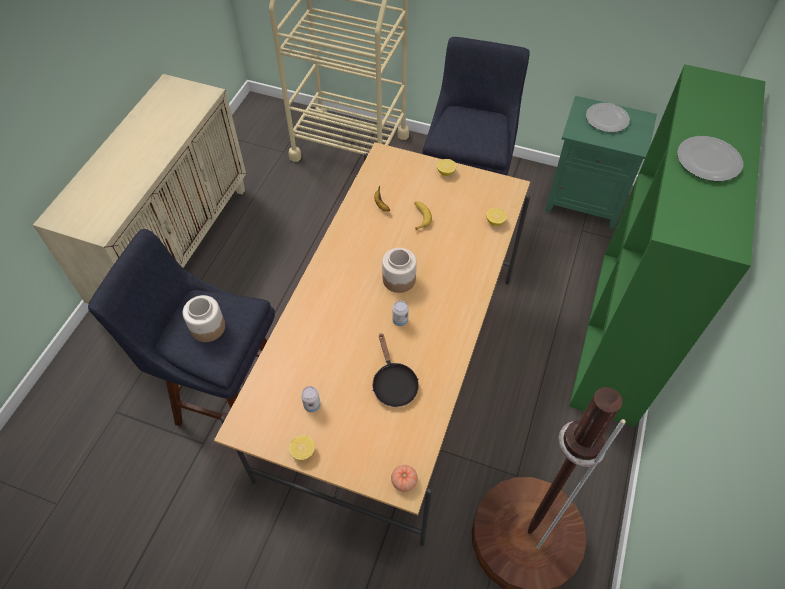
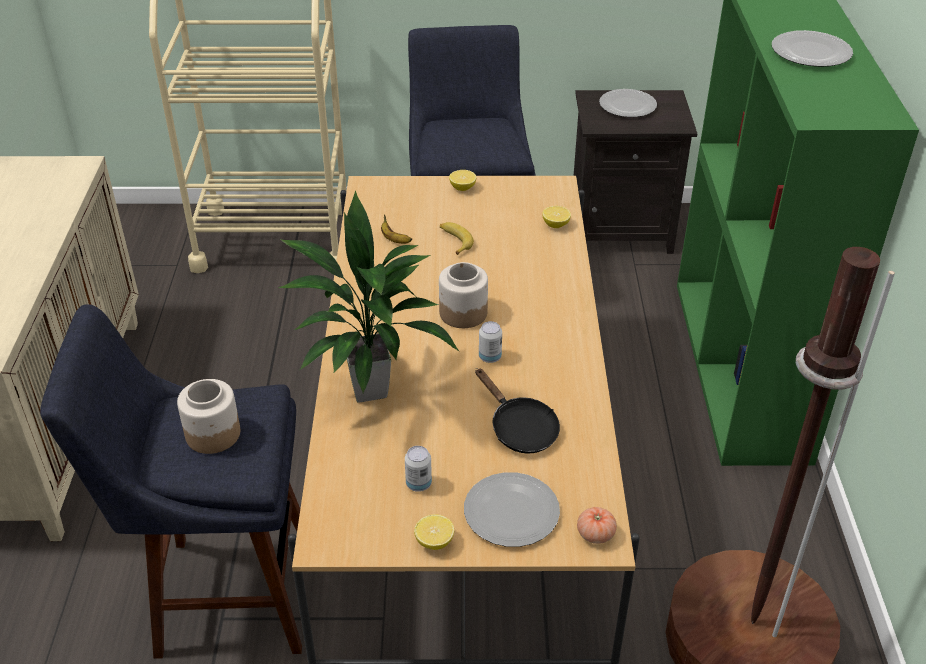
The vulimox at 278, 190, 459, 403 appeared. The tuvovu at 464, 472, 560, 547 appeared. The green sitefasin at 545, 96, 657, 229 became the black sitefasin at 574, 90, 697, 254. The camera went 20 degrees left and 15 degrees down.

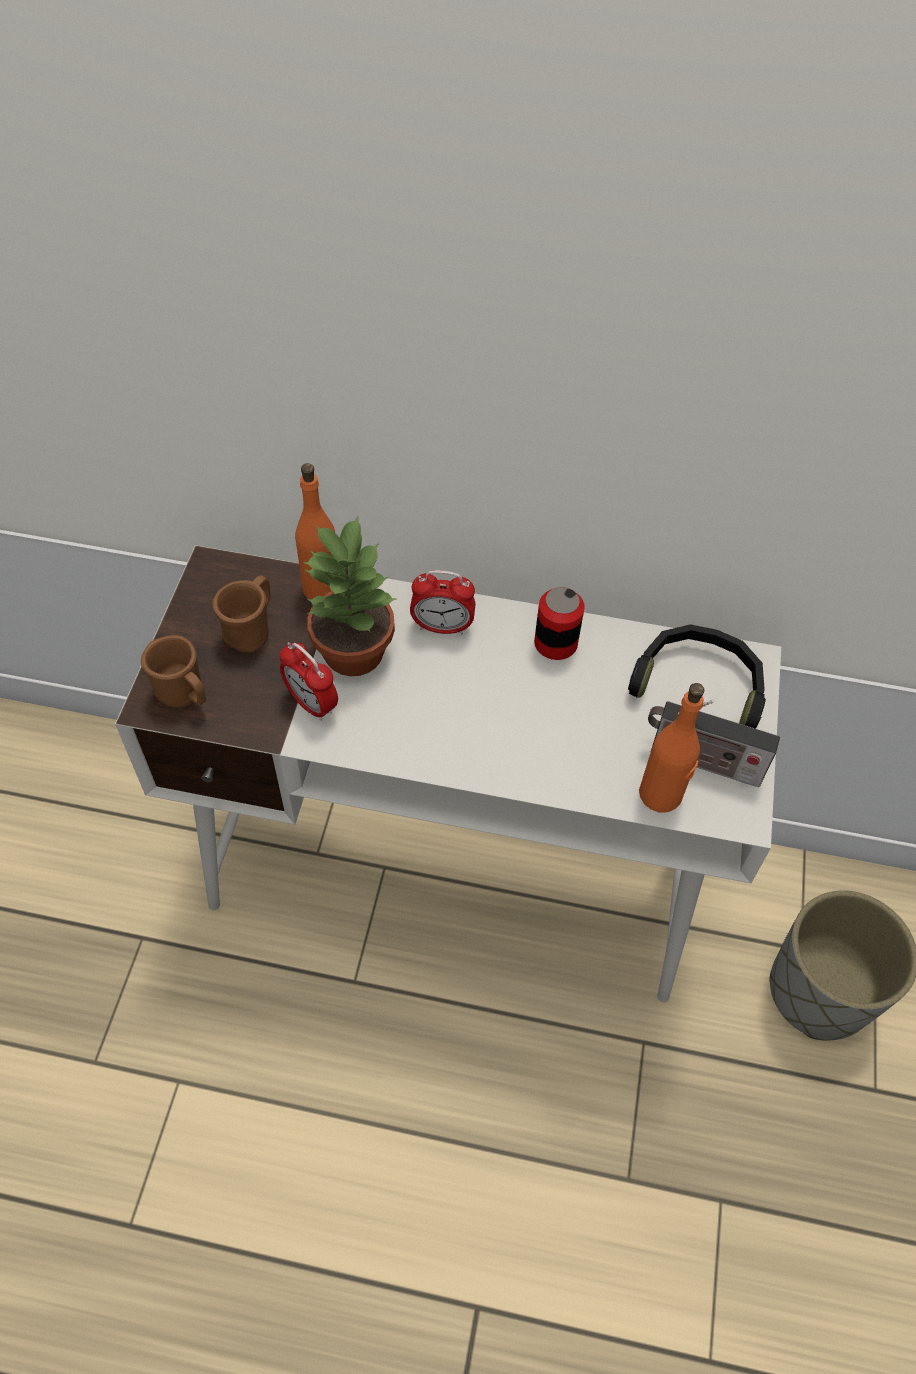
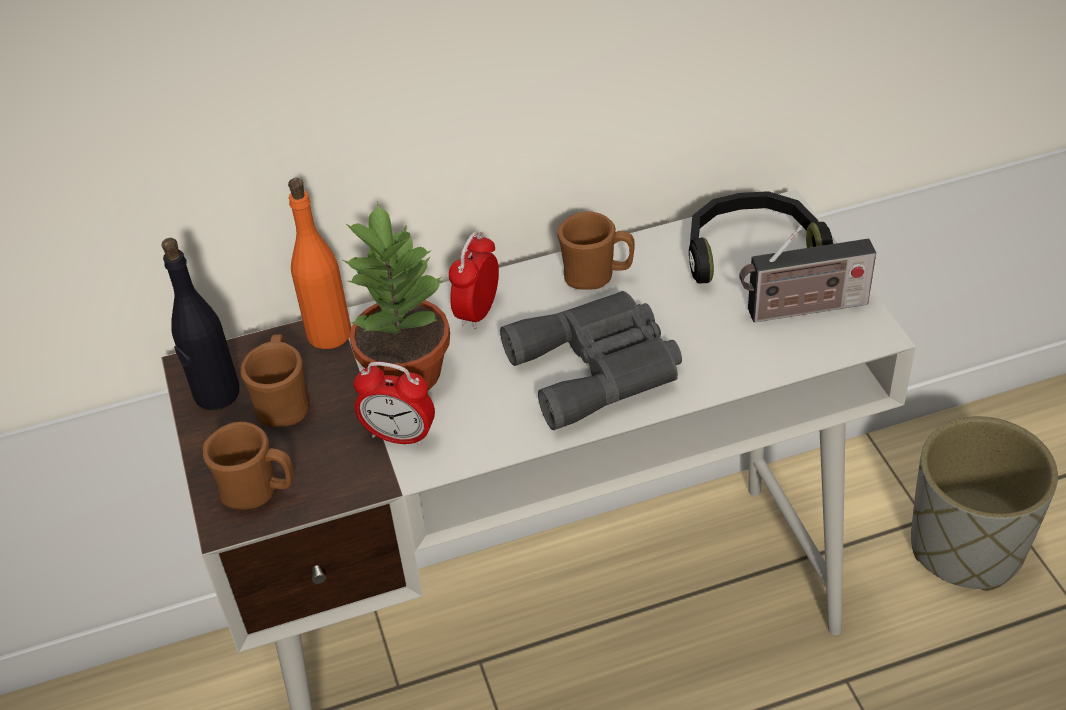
The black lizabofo at 161, 238, 240, 410 appeared. The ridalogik at 410, 570, 475, 634 turned 135 degrees clockwise. The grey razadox at 500, 291, 682, 430 appeared. The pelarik at 534, 587, 585, 660 was replaced by the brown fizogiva at 557, 211, 635, 290. The orange lizabofo at 639, 683, 705, 813 disappeared. The camera went 25 degrees left and 10 degrees down.

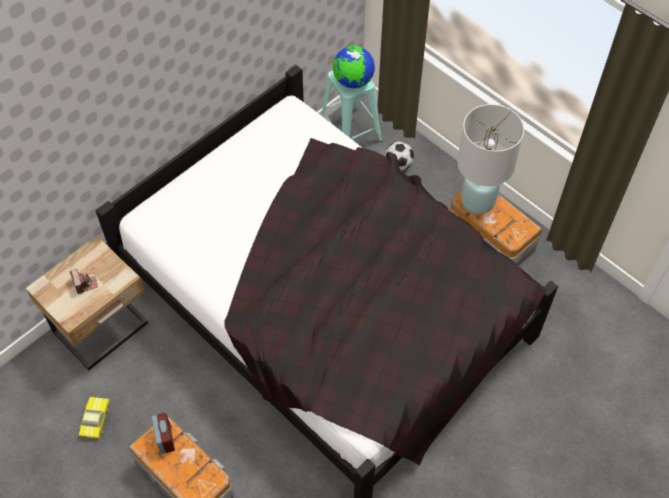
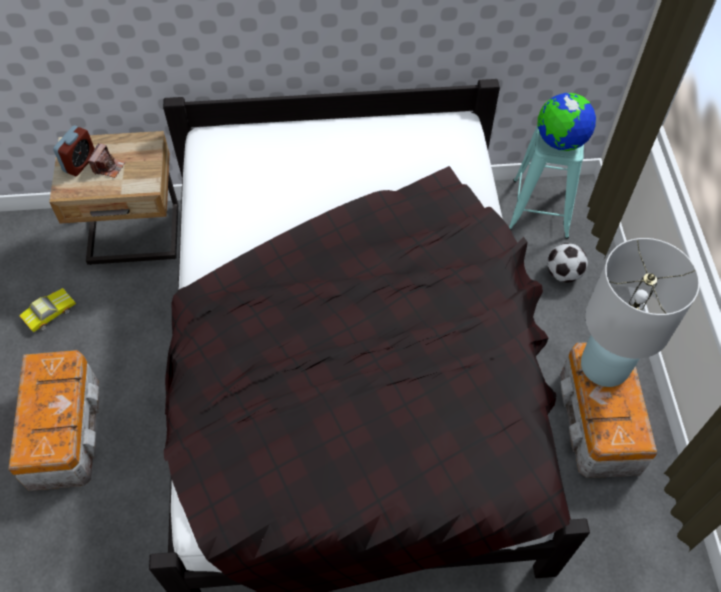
The ridalogik moved from 152, 413, 175, 454 to 53, 125, 95, 176. The camera went 40 degrees right and 0 degrees up.

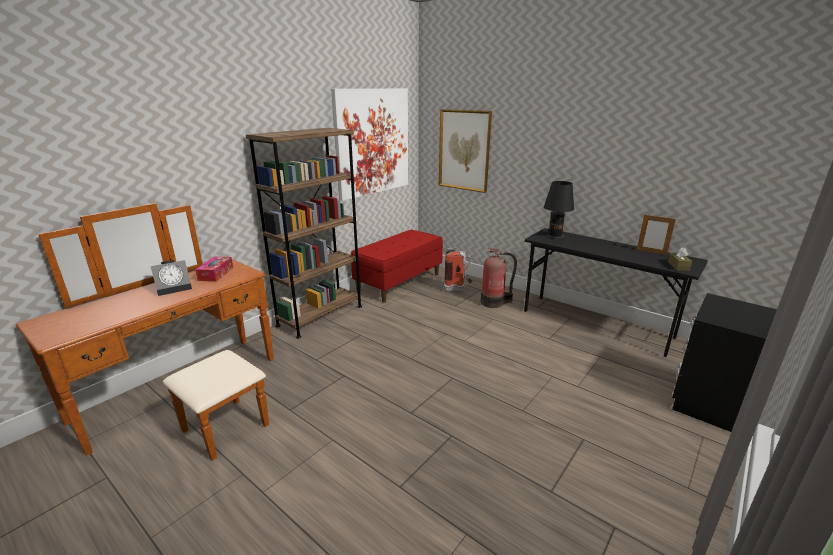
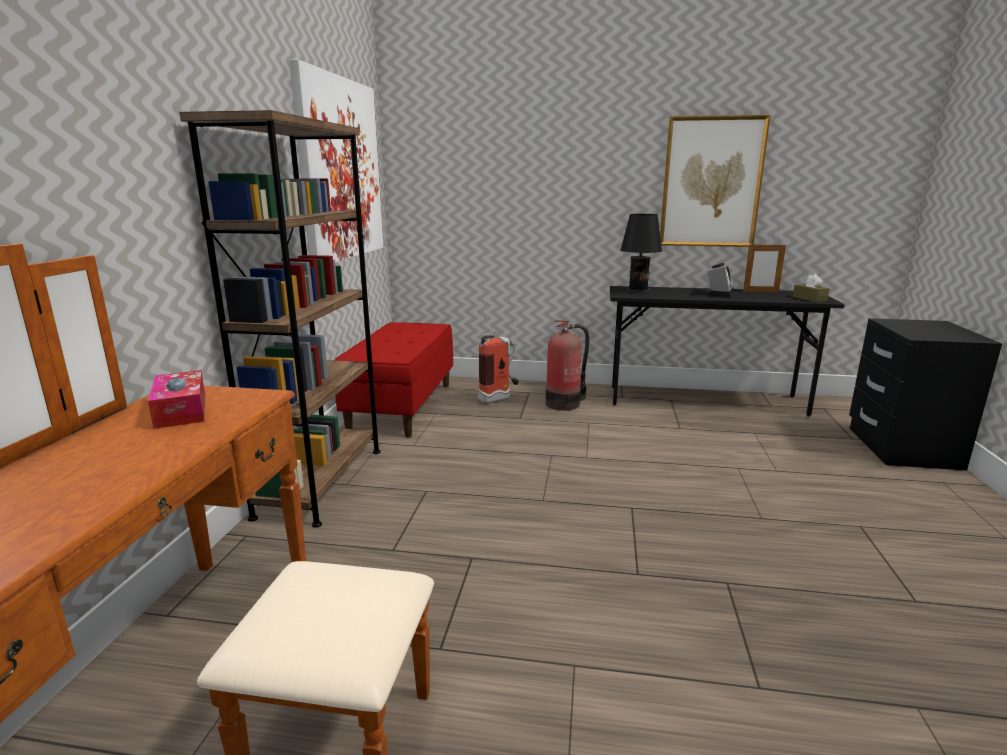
The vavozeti moved from 439, 109, 492, 193 to 660, 115, 771, 247. The ridalogik moved from 151, 260, 192, 296 to 707, 263, 734, 298. The camera went 30 degrees left and 5 degrees down.

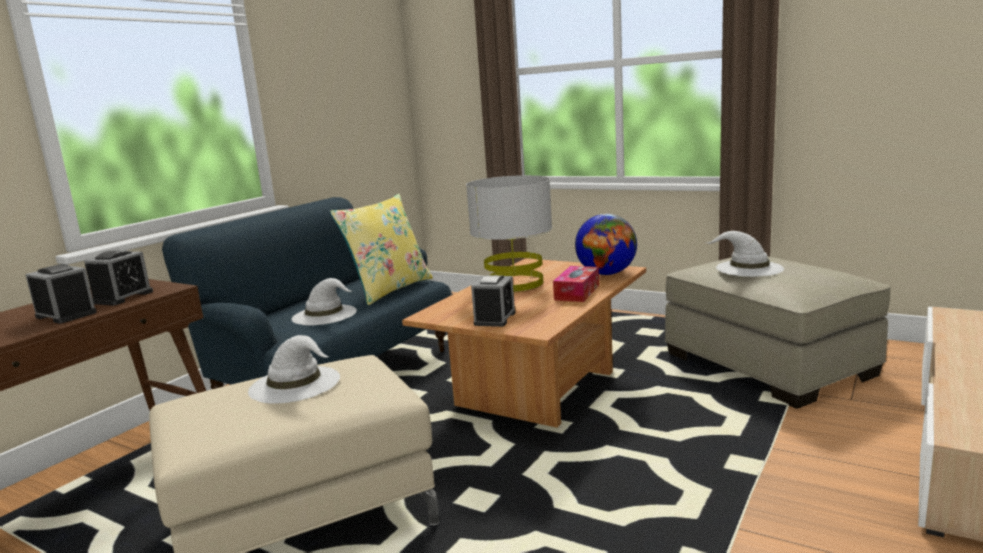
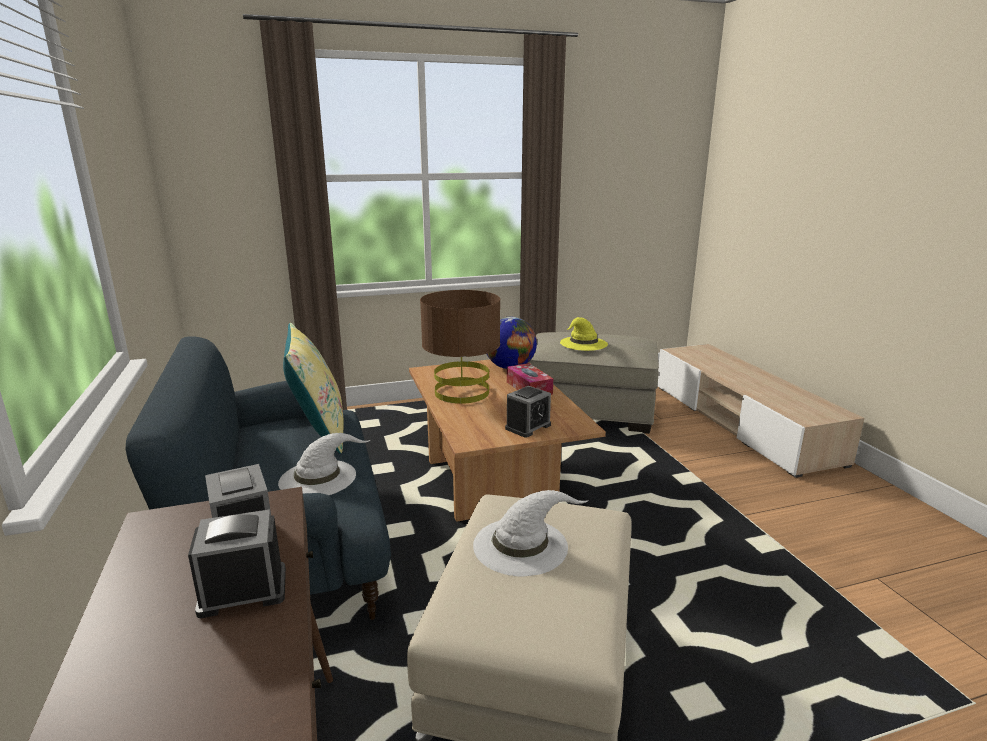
The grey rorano at 466, 175, 552, 292 became the brown rorano at 420, 290, 500, 404. The ridalogik at 471, 275, 515, 327 turned 75 degrees clockwise. The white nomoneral at 704, 231, 784, 277 became the yellow nomoneral at 560, 317, 608, 351. The camera went 50 degrees left and 5 degrees up.

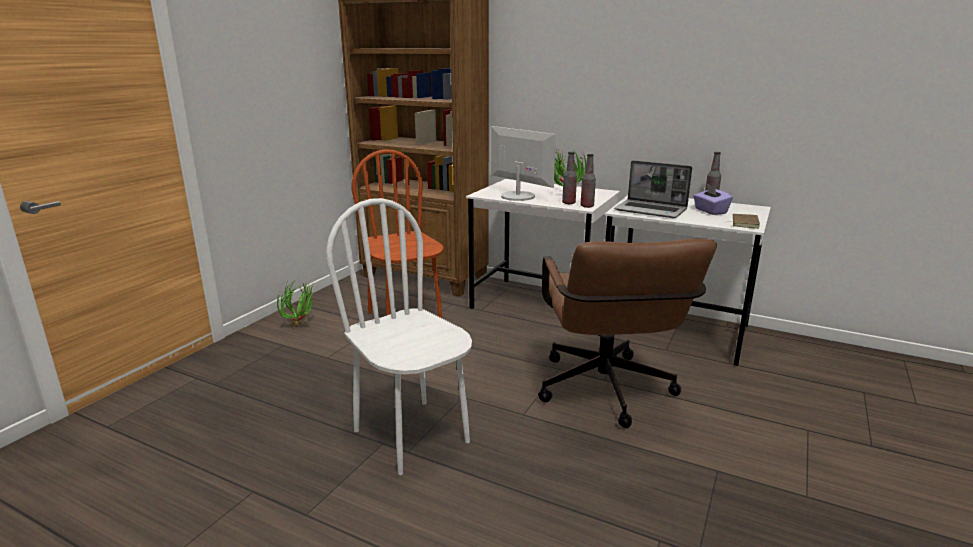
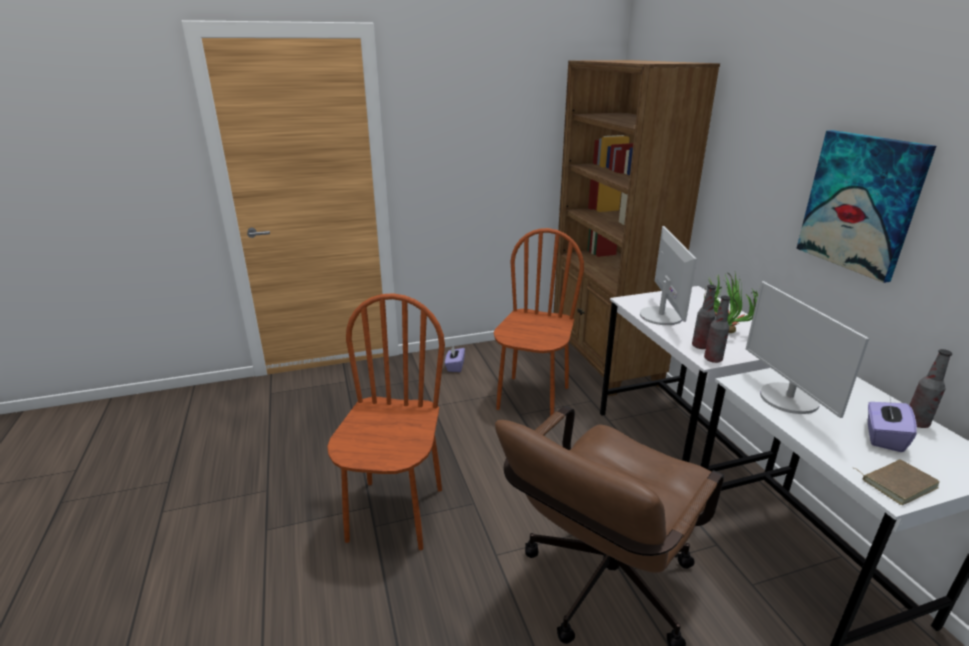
The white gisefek at 326, 198, 472, 475 became the brown gisefek at 327, 293, 445, 550. The vulimox at 277, 280, 314, 327 was replaced by the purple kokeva at 445, 346, 465, 372. The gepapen at 614, 160, 692, 218 was replaced by the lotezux at 746, 281, 870, 418. The vavozeti at 796, 130, 936, 283 appeared. The camera went 45 degrees right and 5 degrees up.

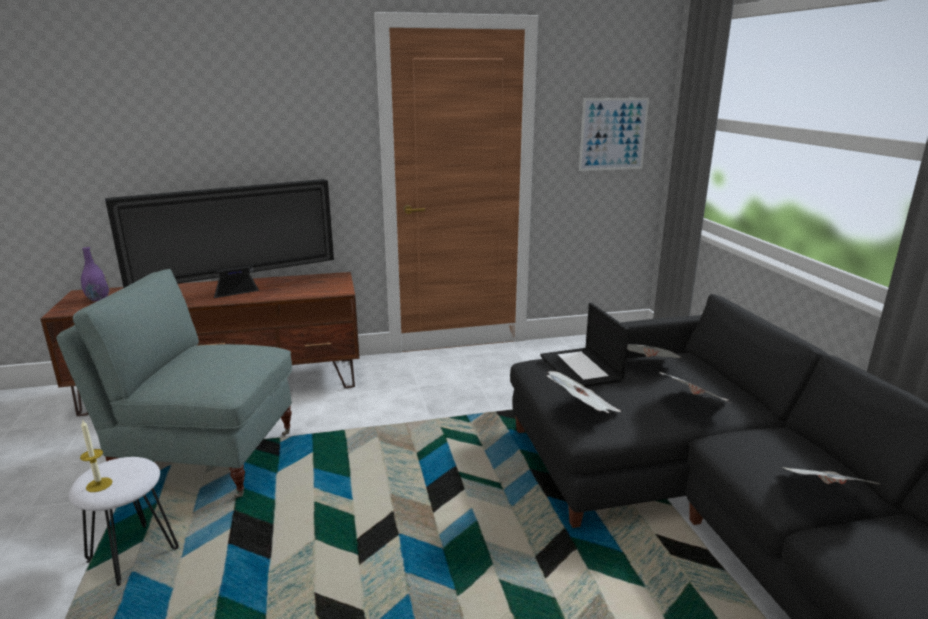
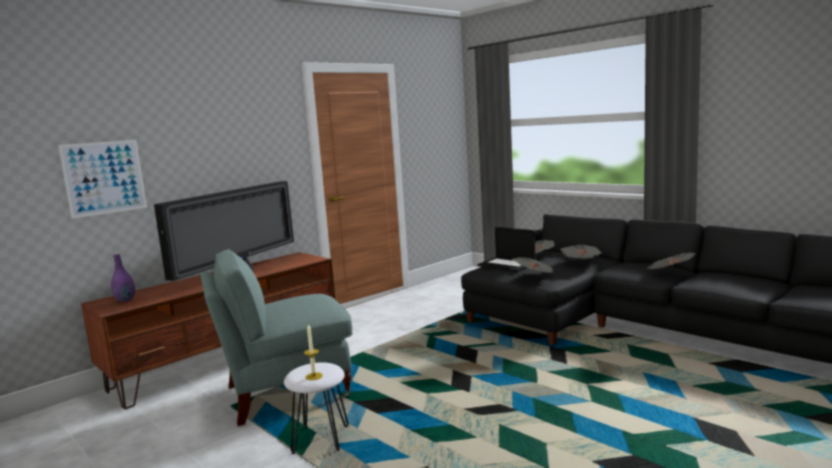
The vavozeti moved from 579, 98, 649, 171 to 58, 140, 147, 218. The camera went 30 degrees left and 10 degrees down.

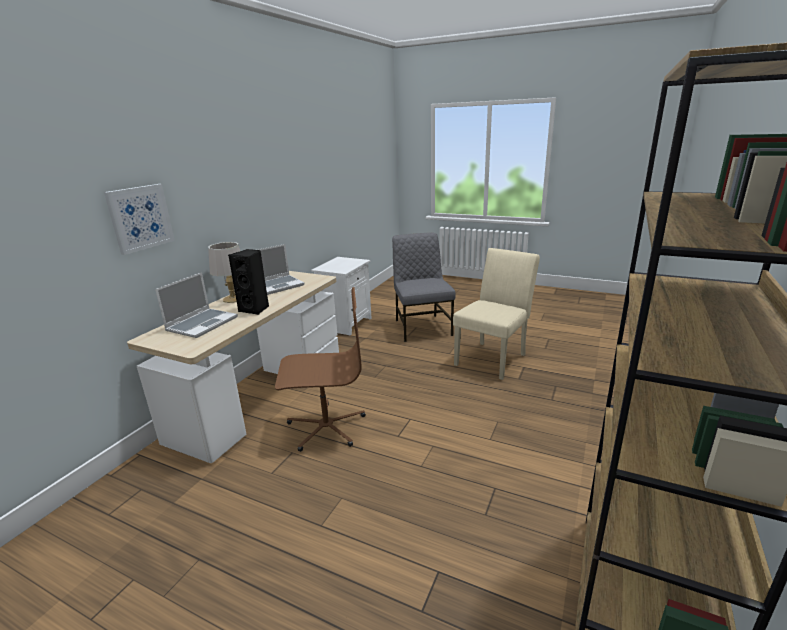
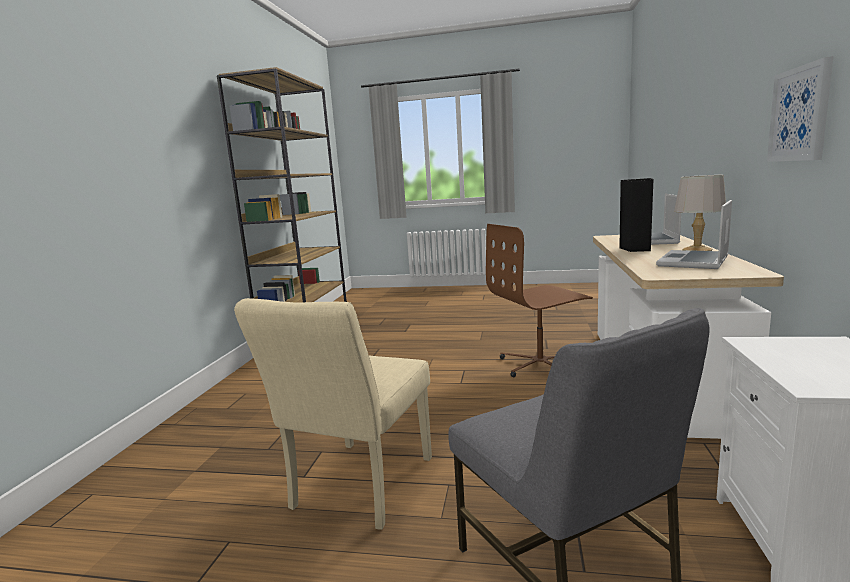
The vavozeti moved from 104, 184, 175, 255 to 767, 56, 834, 162. The camera went 165 degrees right and 10 degrees down.

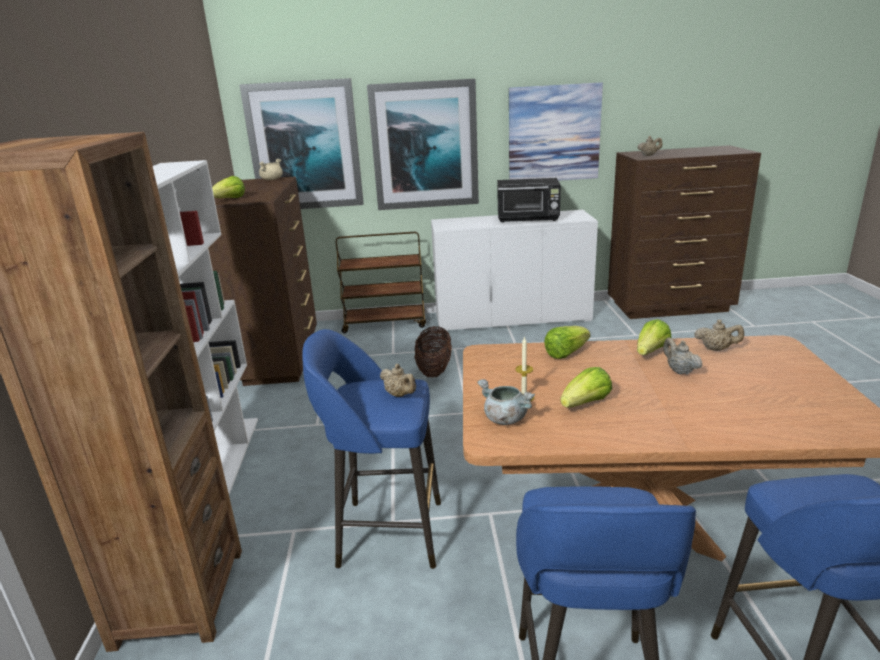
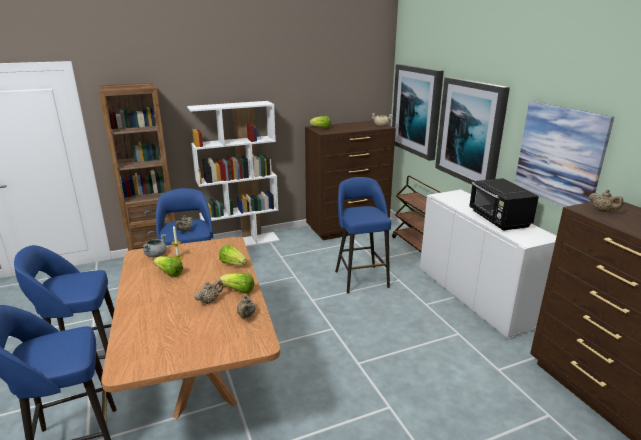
The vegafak at 414, 326, 452, 377 was replaced by the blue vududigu at 335, 177, 391, 294. The camera went 70 degrees right and 0 degrees up.

